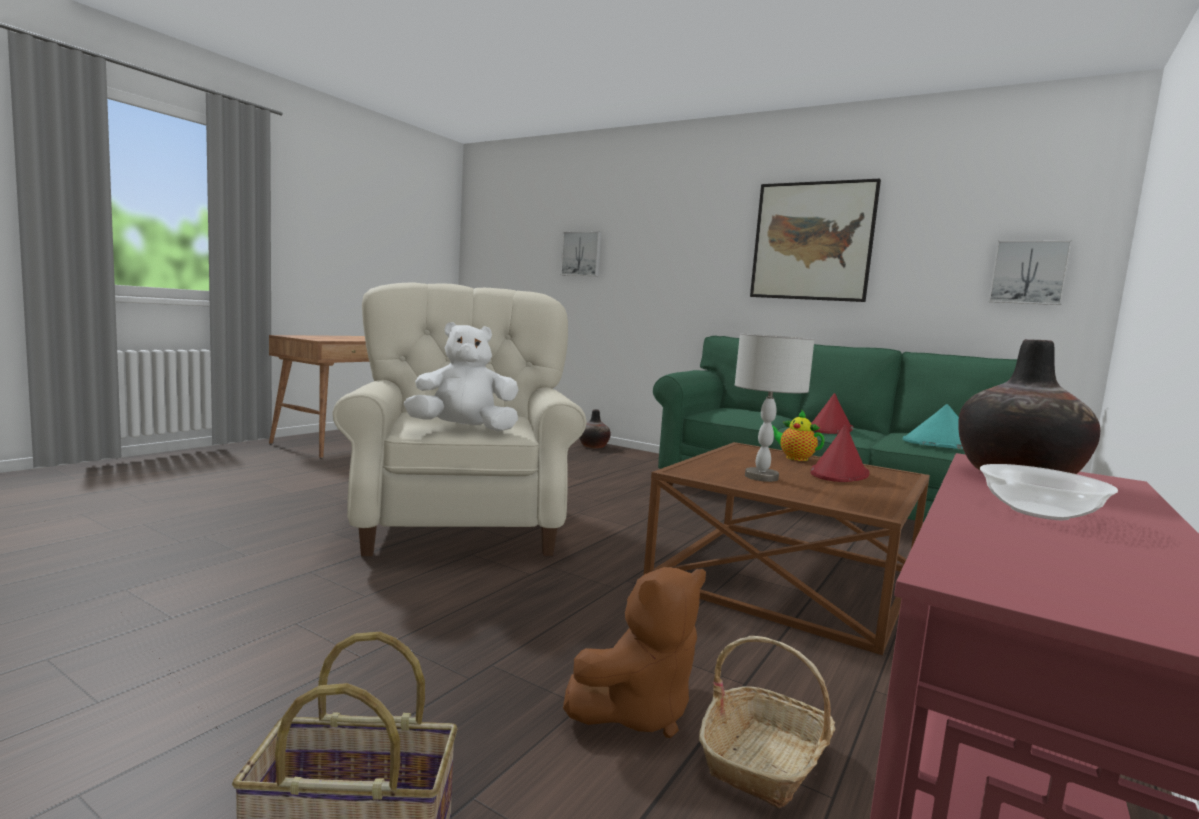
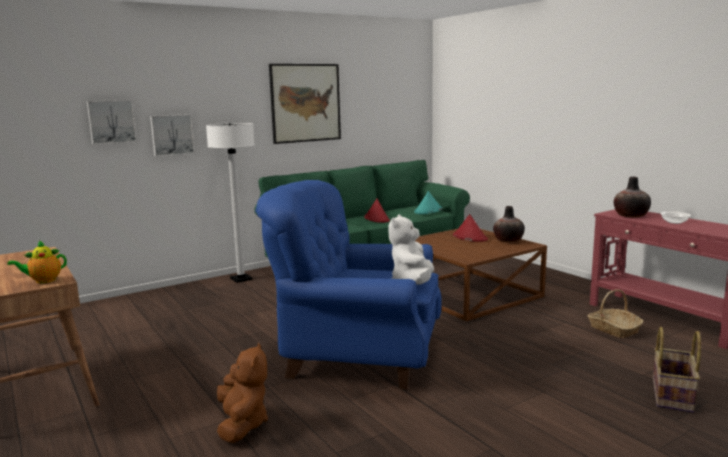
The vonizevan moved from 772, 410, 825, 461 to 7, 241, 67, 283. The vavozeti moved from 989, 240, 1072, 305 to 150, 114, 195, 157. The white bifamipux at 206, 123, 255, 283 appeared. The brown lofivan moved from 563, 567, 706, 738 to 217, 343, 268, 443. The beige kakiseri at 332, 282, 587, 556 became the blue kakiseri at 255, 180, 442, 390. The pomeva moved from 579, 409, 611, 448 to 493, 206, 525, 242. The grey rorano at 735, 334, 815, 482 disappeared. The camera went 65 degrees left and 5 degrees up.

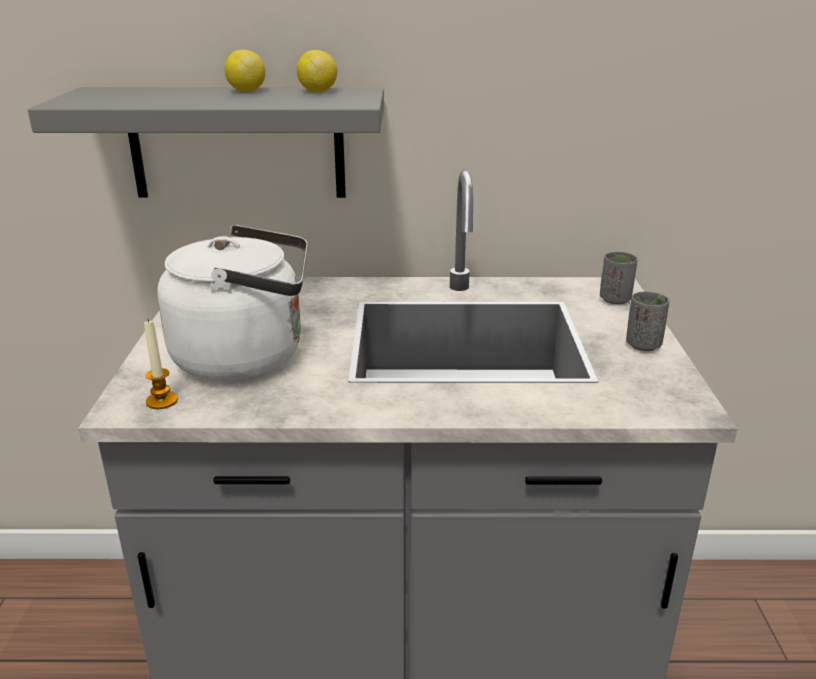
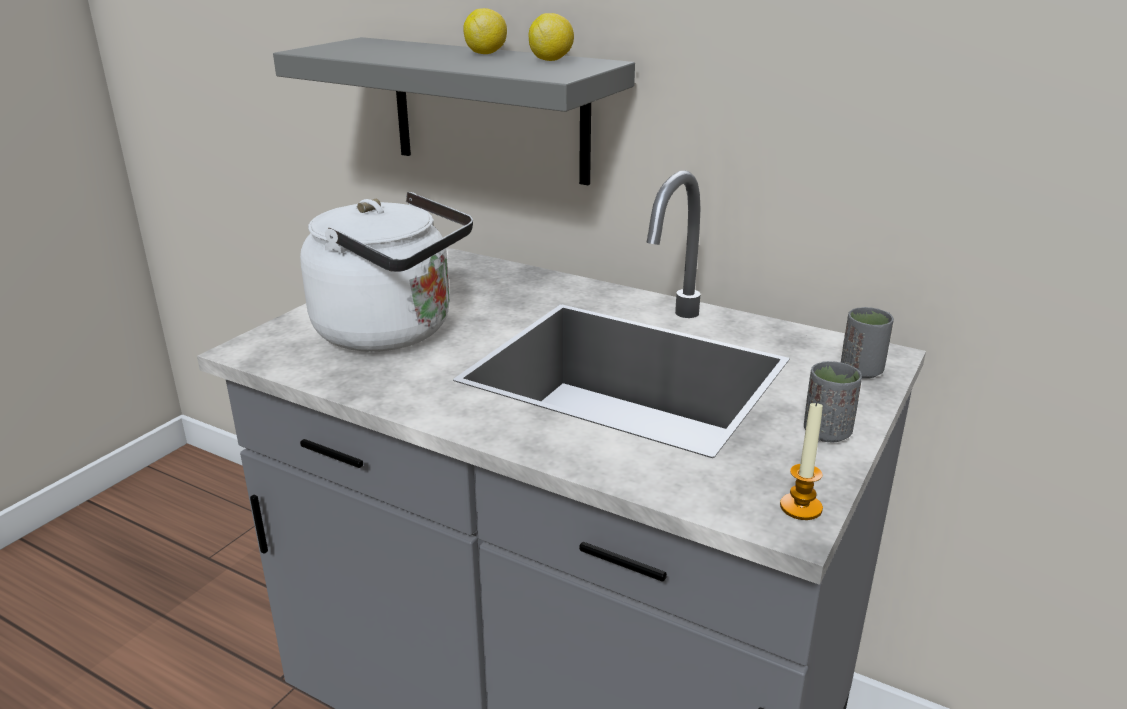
The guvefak moved from 144, 319, 178, 409 to 780, 401, 823, 520. The camera went 30 degrees right and 0 degrees up.

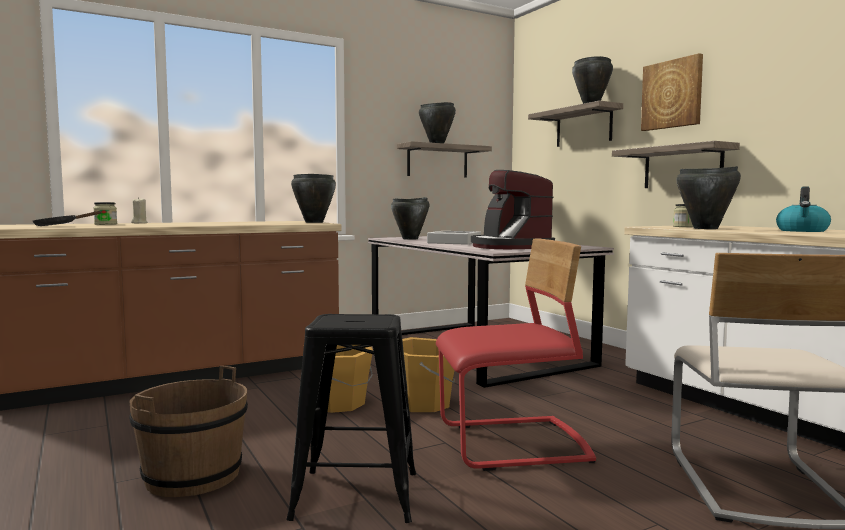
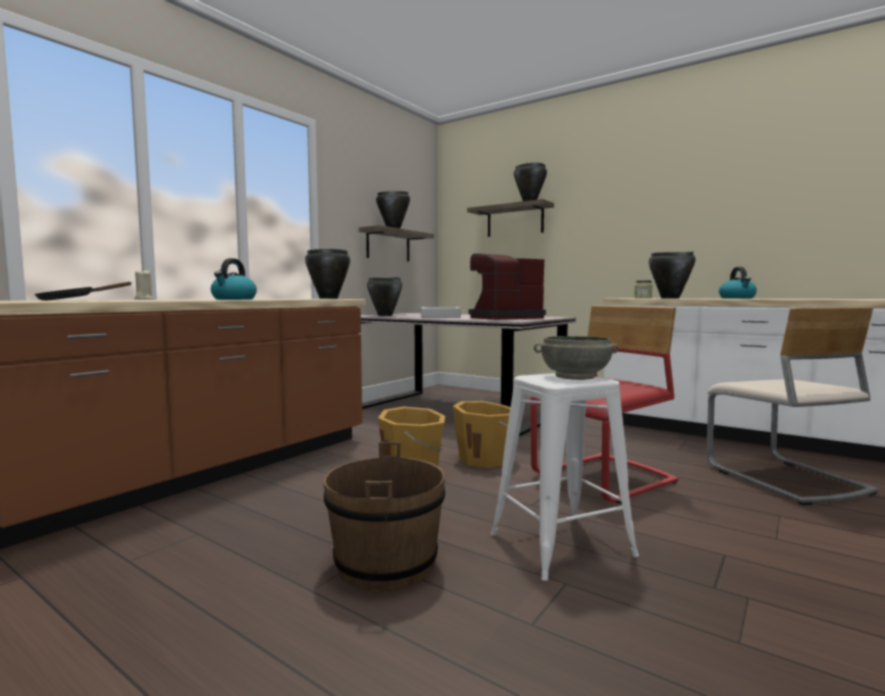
The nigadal at 211, 258, 257, 300 appeared. The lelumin at 471, 170, 555, 249 turned 105 degrees clockwise. The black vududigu at 286, 314, 416, 523 became the white vududigu at 490, 373, 639, 581. The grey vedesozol at 534, 336, 619, 380 appeared. The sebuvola at 93, 202, 117, 225 disappeared. The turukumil at 612, 141, 740, 188 disappeared. The vavozeti at 641, 53, 703, 131 disappeared. The camera went 25 degrees left and 0 degrees up.

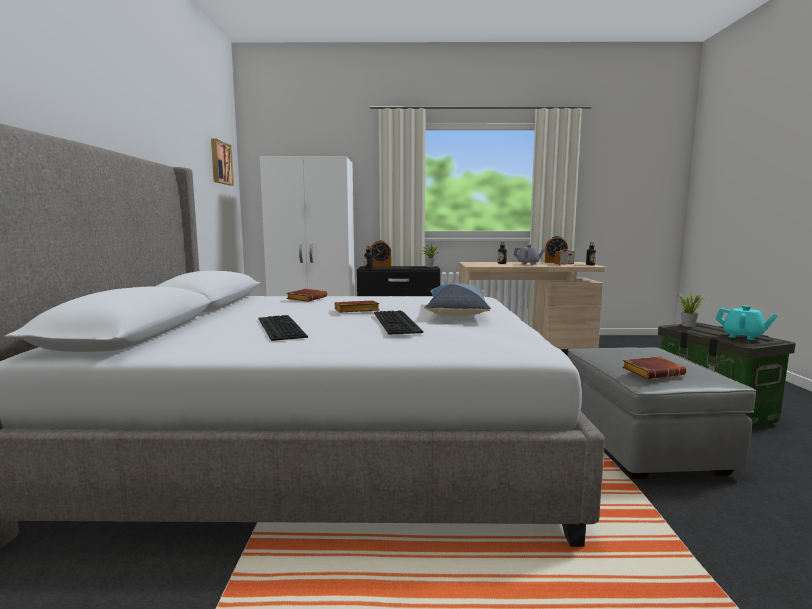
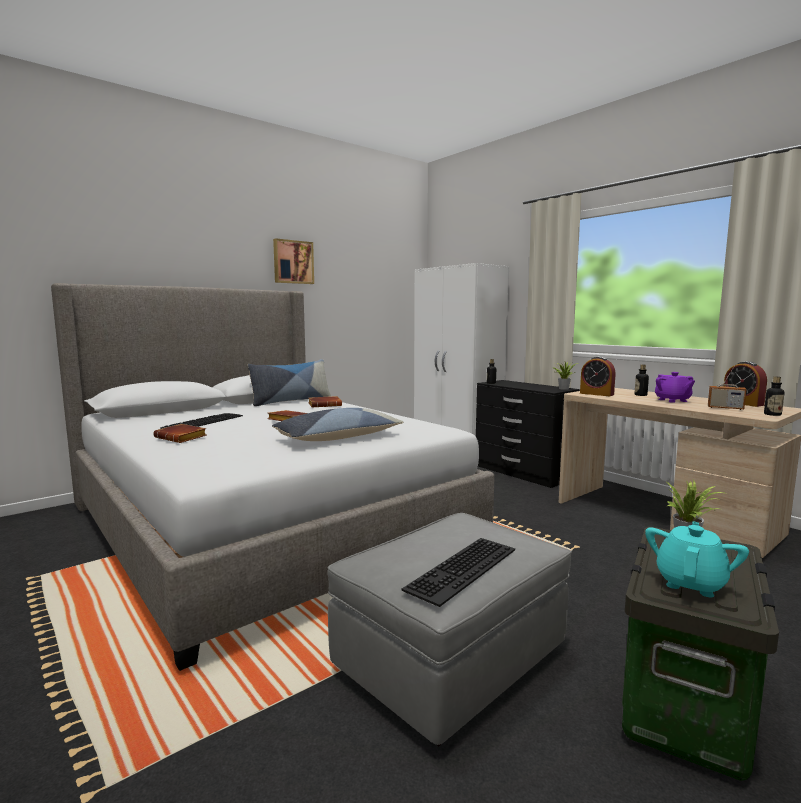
The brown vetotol moved from 622, 356, 686, 379 to 153, 424, 207, 443. The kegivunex at 248, 359, 331, 406 appeared. The vavozeti moved from 211, 139, 234, 185 to 273, 238, 314, 284. The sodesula moved from 374, 311, 423, 335 to 402, 538, 515, 607. The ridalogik moved from 370, 240, 391, 267 to 580, 356, 616, 396. The turquoise vonizevan at 715, 305, 778, 340 turned 150 degrees counterclockwise. The grey vonizevan at 513, 245, 545, 265 became the purple vonizevan at 655, 372, 695, 403. The camera went 50 degrees right and 0 degrees up.

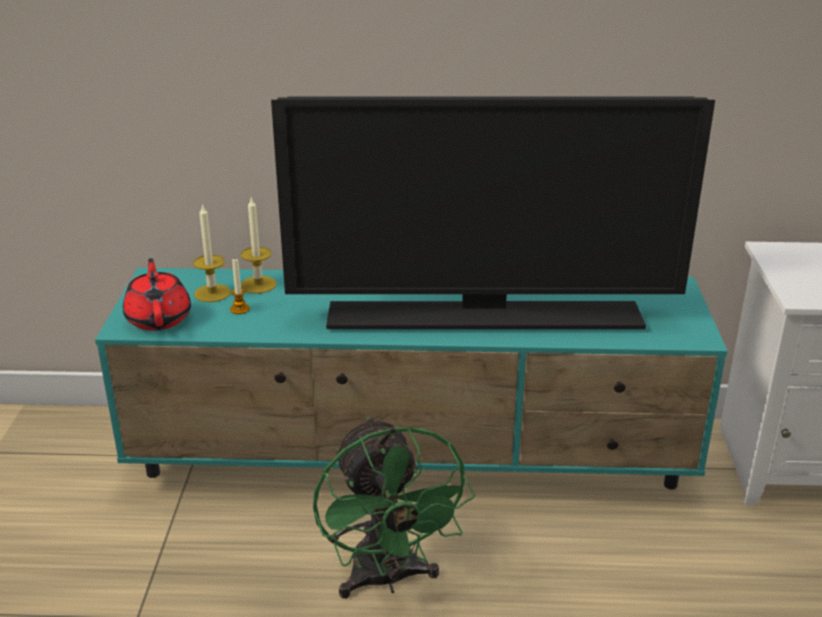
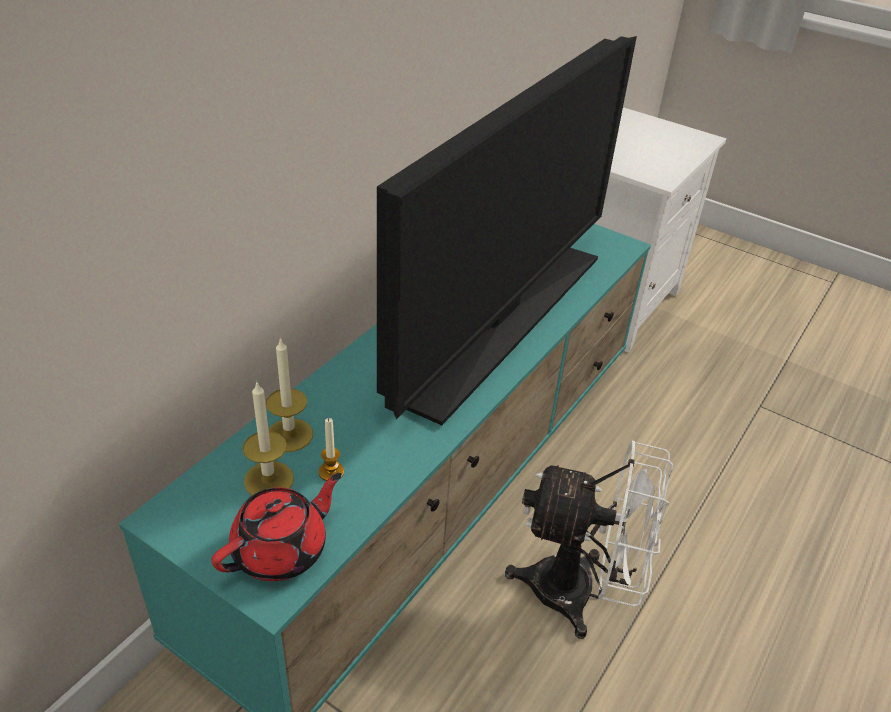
The red vonizevan at 123, 258, 191, 331 turned 120 degrees clockwise. The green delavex at 313, 417, 475, 598 became the white delavex at 505, 440, 673, 639. The camera went 60 degrees left and 10 degrees up.

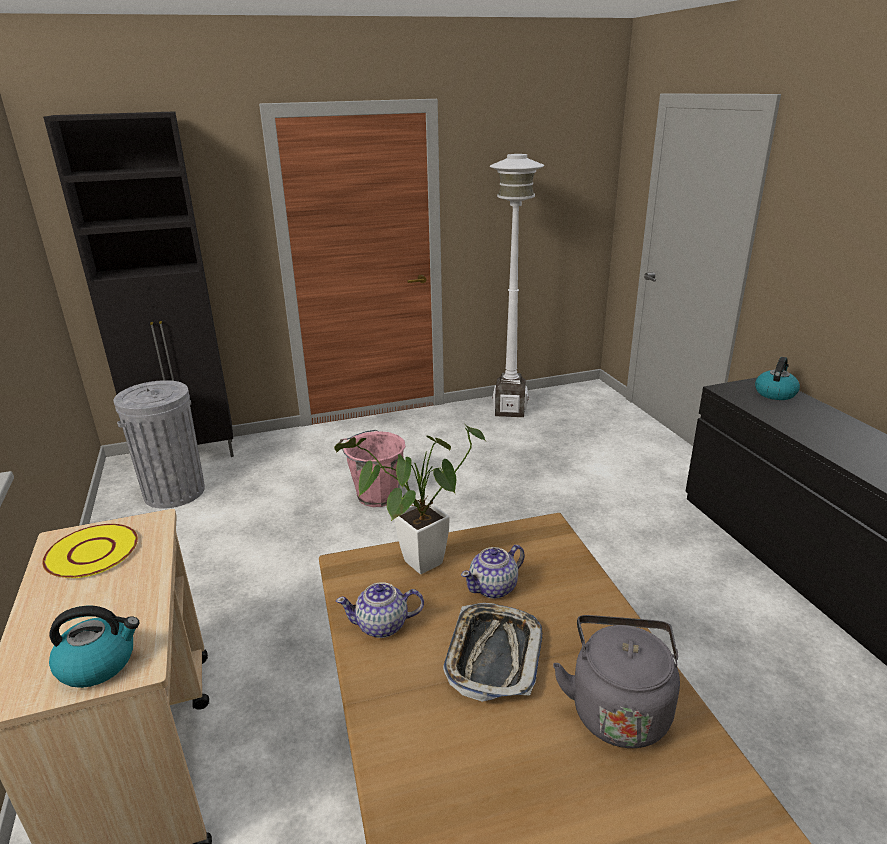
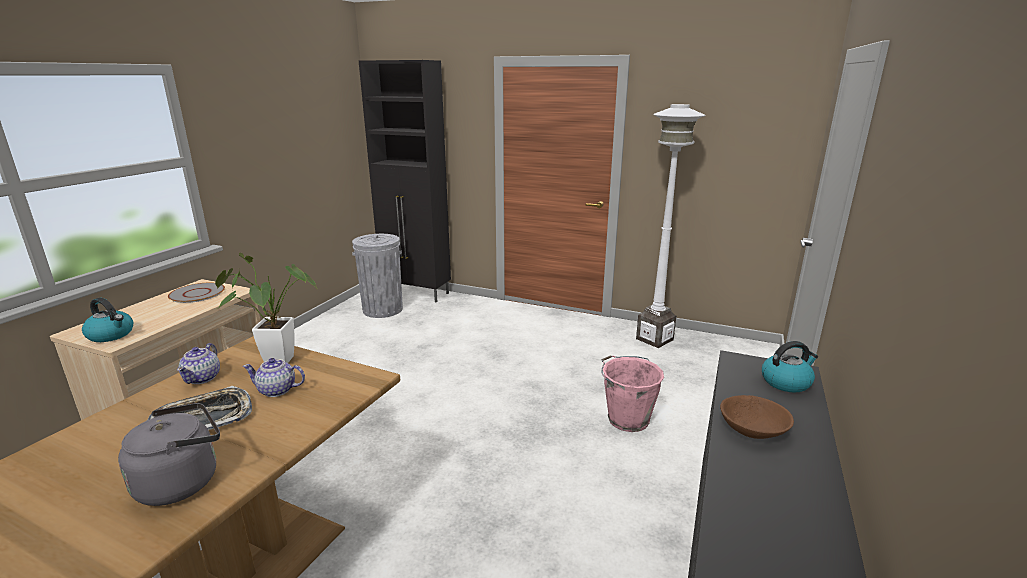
The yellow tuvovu at 42, 524, 138, 578 became the grey tuvovu at 168, 283, 225, 303. The vonizevan at 336, 582, 424, 638 turned 120 degrees counterclockwise. The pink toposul moved from 339, 430, 406, 507 to 601, 355, 664, 432. The brown vedesozol at 720, 395, 794, 439 appeared. The camera went 40 degrees right and 5 degrees down.

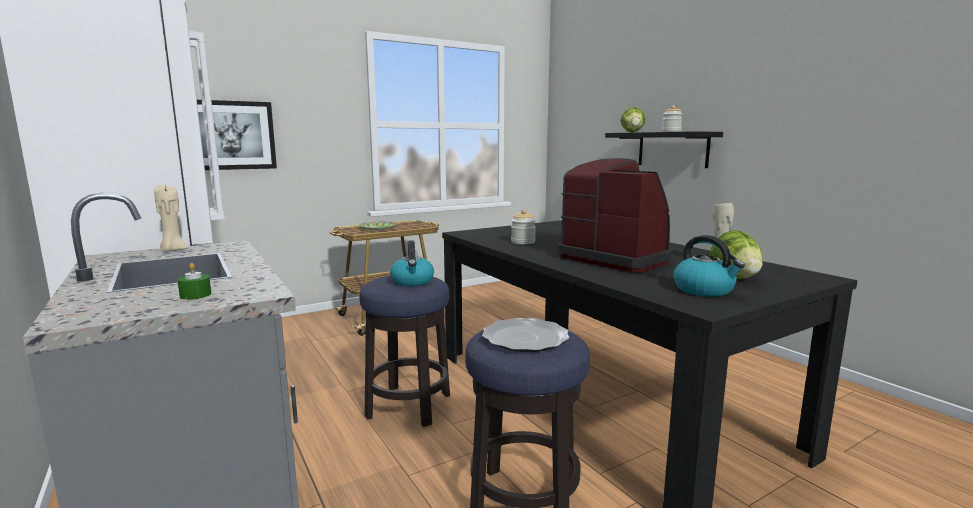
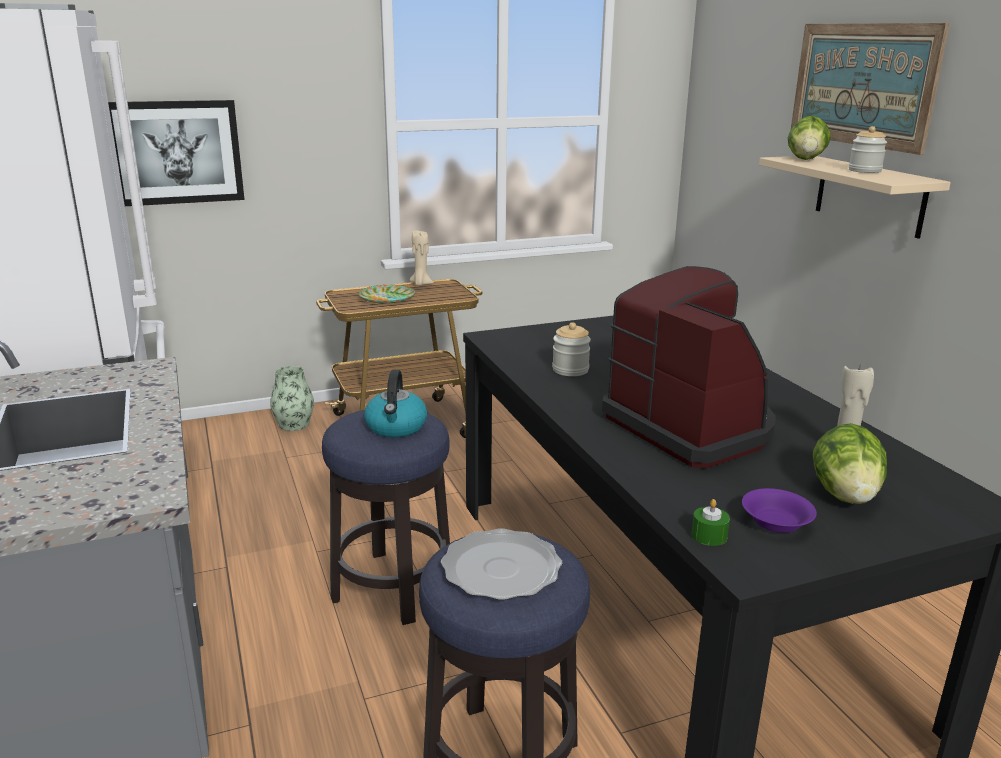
The pomeva at 270, 366, 314, 431 appeared. The beige guvefak moved from 154, 186, 188, 252 to 410, 230, 434, 286. The green guvefak moved from 177, 263, 211, 300 to 692, 499, 730, 546. The nigadal at 673, 235, 745, 297 was replaced by the purple vedesozol at 742, 488, 817, 533. The black turukumil at 605, 131, 723, 168 became the beige turukumil at 759, 156, 951, 239. The vavozeti at 791, 23, 950, 155 appeared. The camera went 10 degrees right and 10 degrees up.

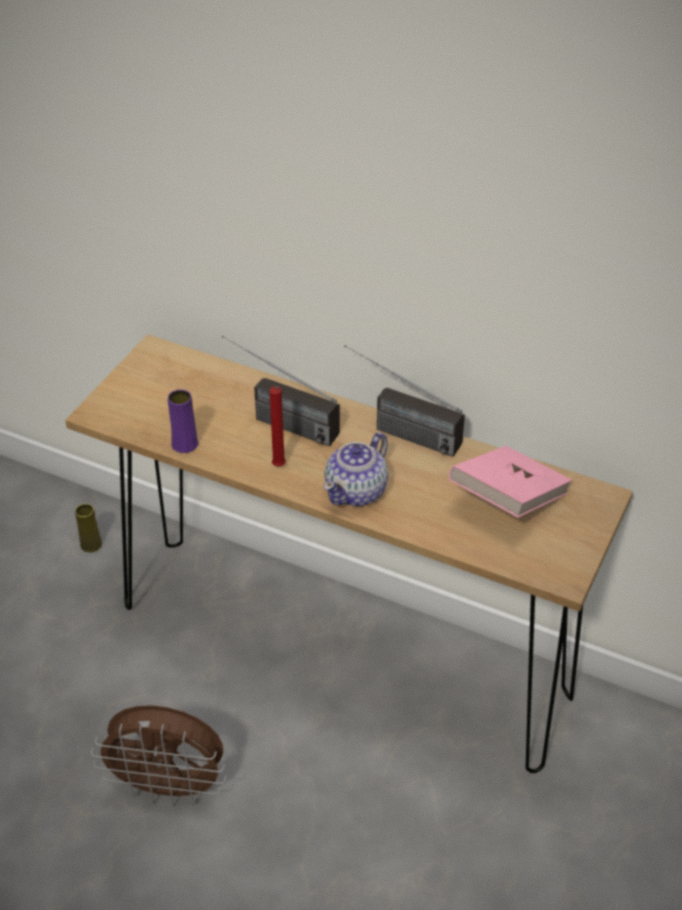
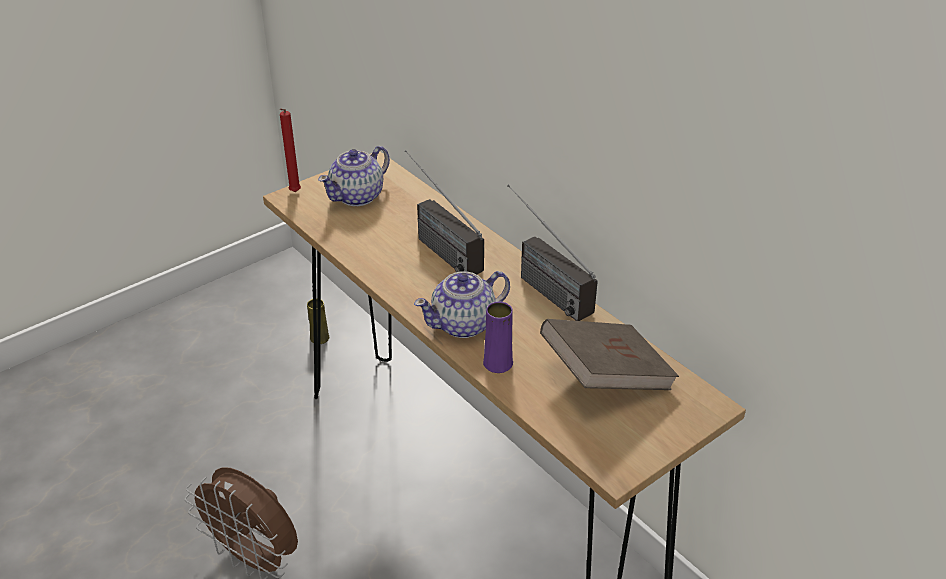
The red guvefak moved from 270, 386, 286, 467 to 280, 109, 301, 192. The vonizevan at 318, 146, 390, 206 appeared. The purple pomeva moved from 168, 389, 198, 453 to 483, 302, 513, 373. The pink vetotol at 449, 446, 572, 518 became the brown vetotol at 540, 319, 679, 390. The camera went 25 degrees right and 5 degrees down.

